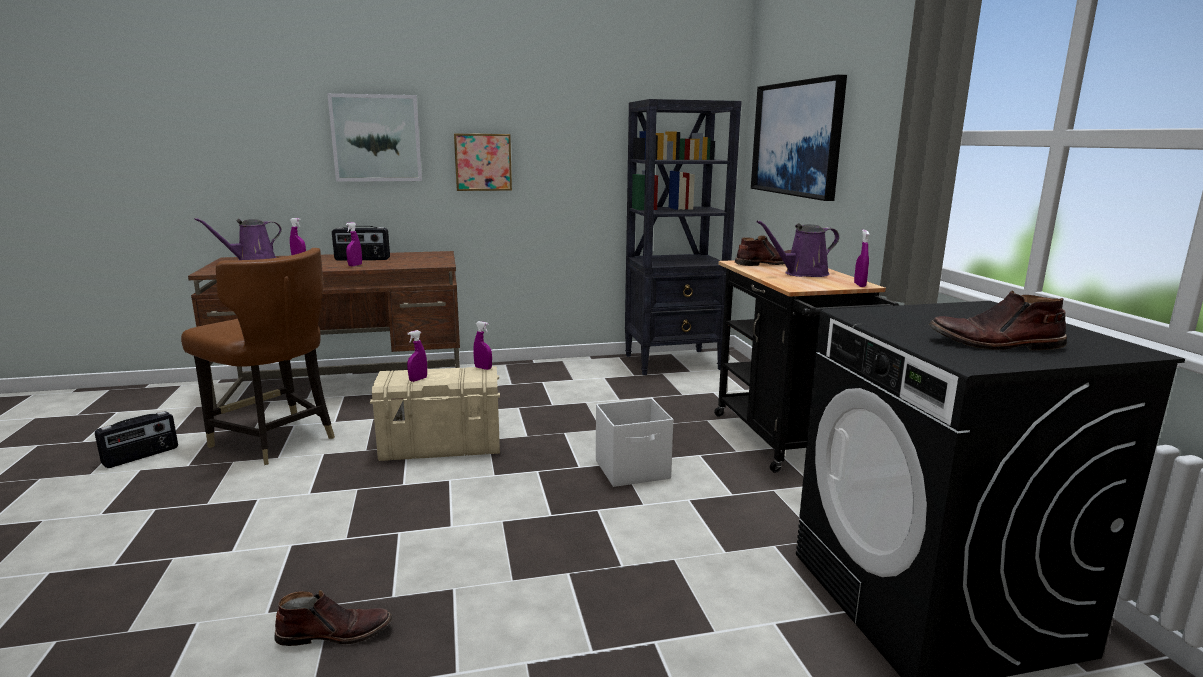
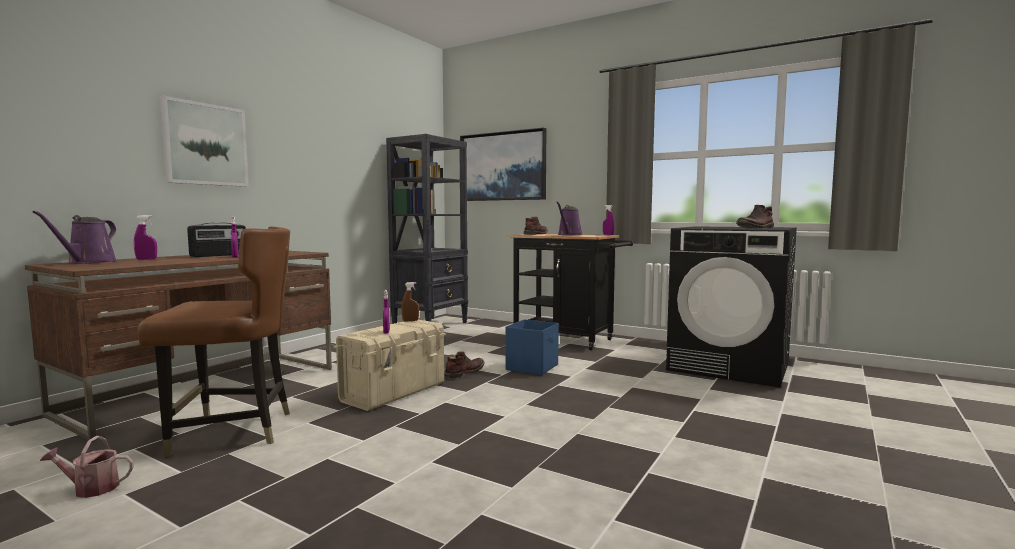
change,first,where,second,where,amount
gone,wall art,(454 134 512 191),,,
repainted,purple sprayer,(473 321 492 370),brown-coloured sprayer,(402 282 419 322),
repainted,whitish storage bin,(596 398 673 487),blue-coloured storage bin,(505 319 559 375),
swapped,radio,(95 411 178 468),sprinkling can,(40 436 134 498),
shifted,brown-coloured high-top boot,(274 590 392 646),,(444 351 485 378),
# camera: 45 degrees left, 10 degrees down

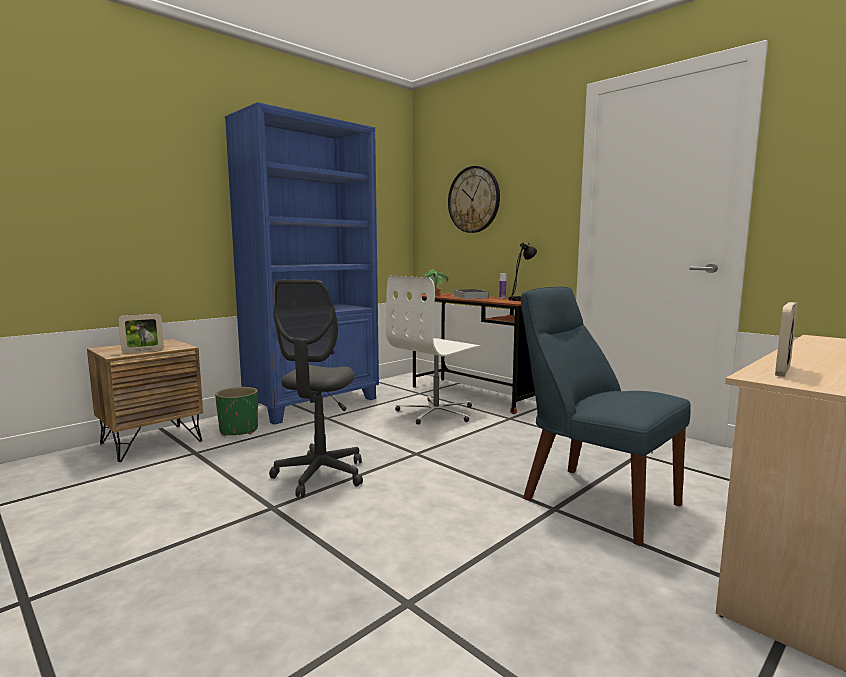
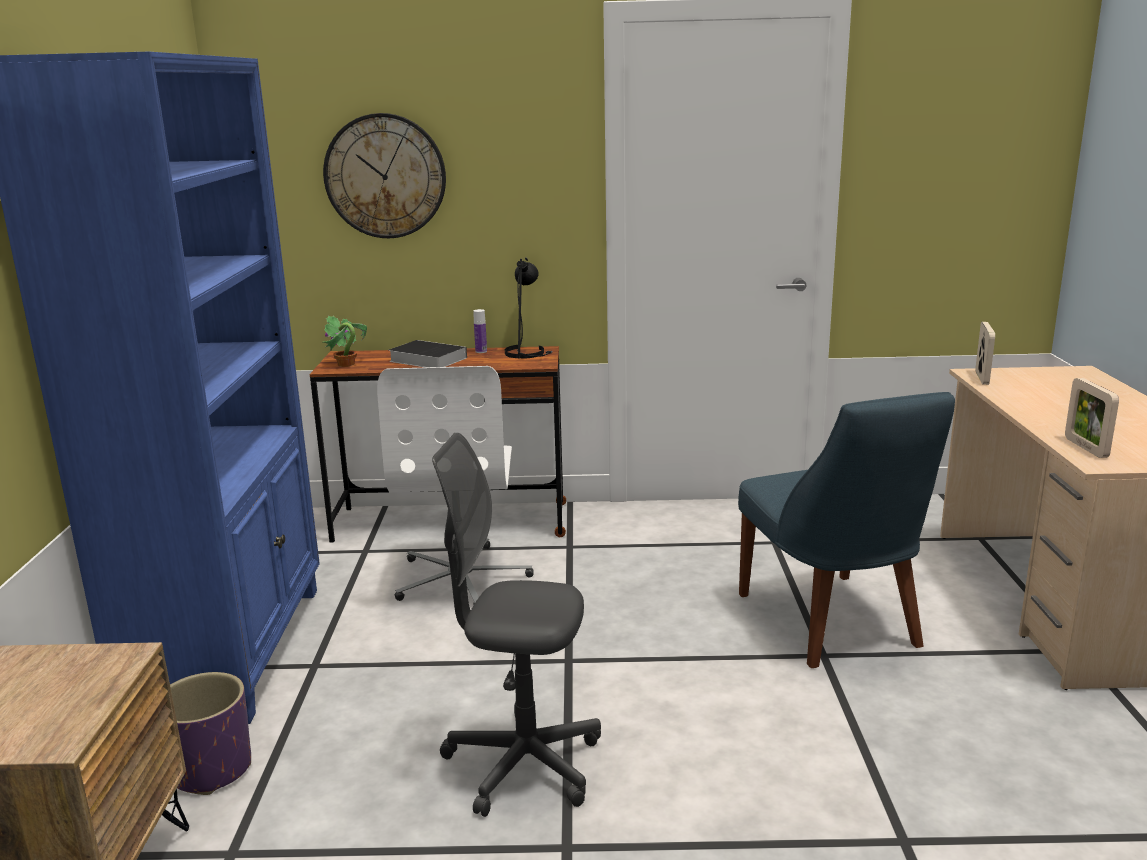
change,first,where,second,where,amount
rotated,greyish desk chair,(269 279 363 498),,(432 433 601 817),135 degrees clockwise
rotated,blue-coloured upright chair,(521 287 691 546),,(738 392 955 668),105 degrees counterclockwise
shifted,standing frame,(118 313 164 353),,(976 322 995 385),
repainted,green-coloured plant pot,(215 387 258 436),purple plant pot,(170 672 251 795),
# camera: 45 degrees left, 10 degrees up

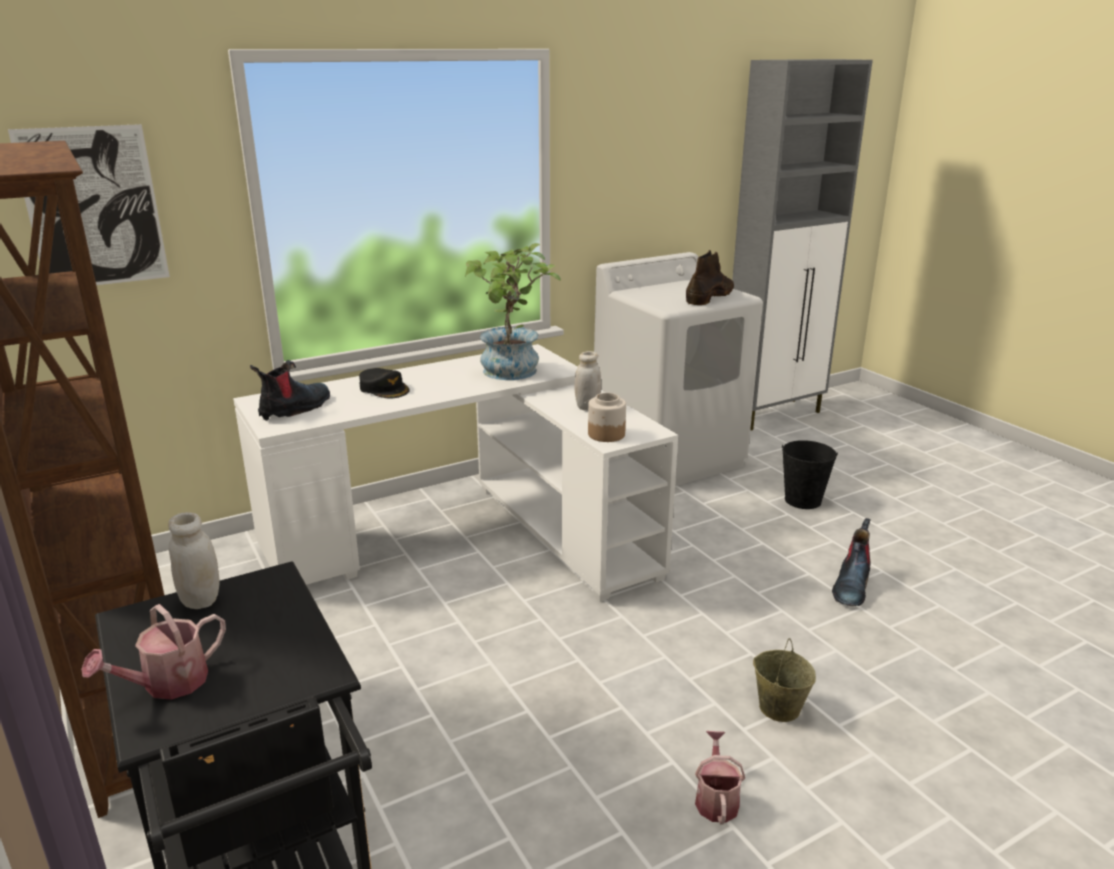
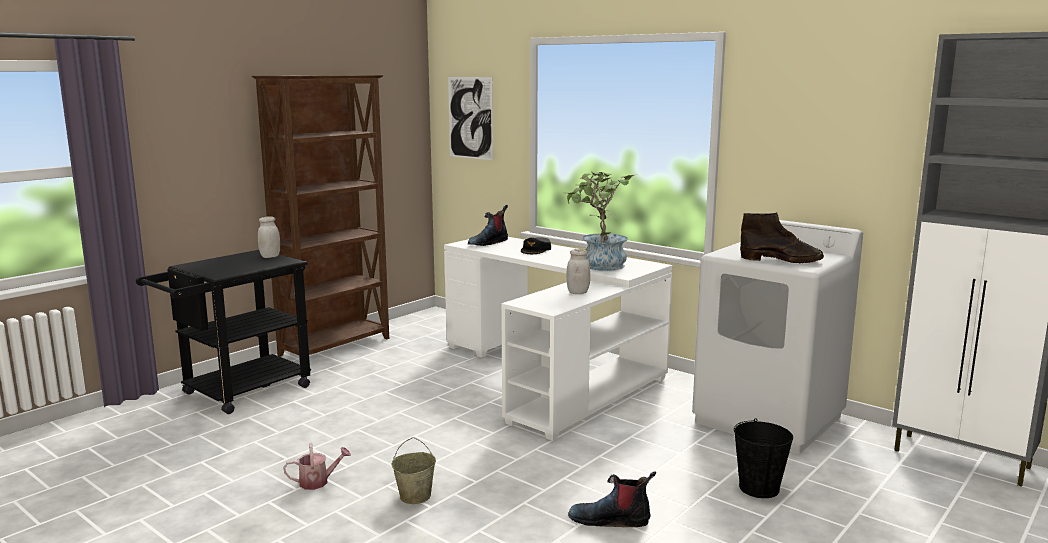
change,first,where,second,where,amount
rotated,high-top boot,(250 360 330 421),,(468 205 508 246),120 degrees clockwise
gone,storage jar,(588 393 626 442),,,
gone,sprinkling can,(81 604 226 700),,,
# camera: 70 degrees right, 10 degrees down

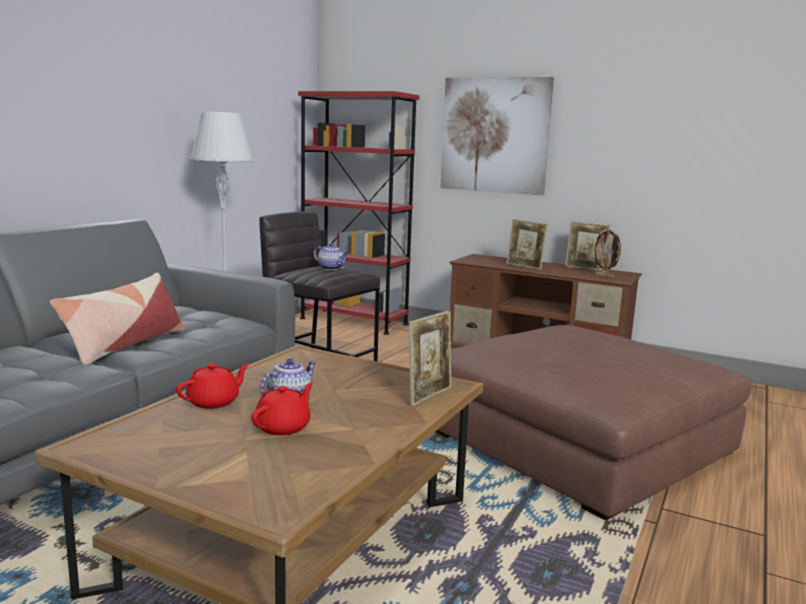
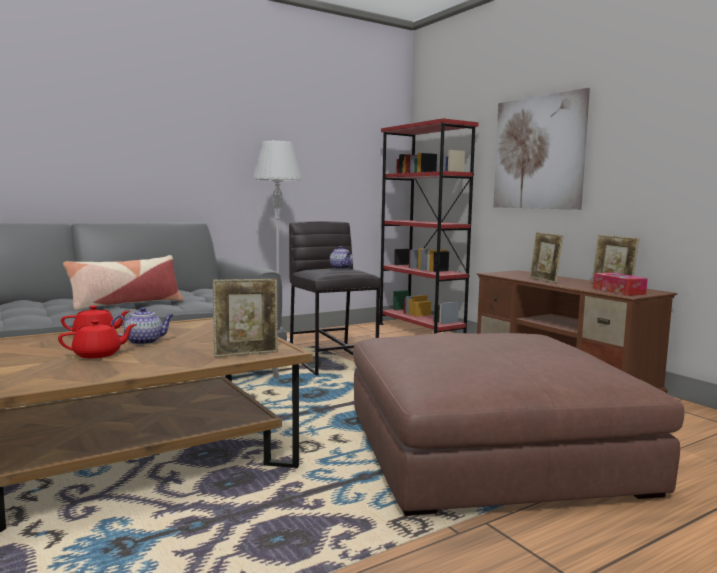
change,first,where,second,where,amount
swapped,standing frame,(592 228 622 278),box of tissues,(593 273 648 296),
# camera: 30 degrees right, 5 degrees down

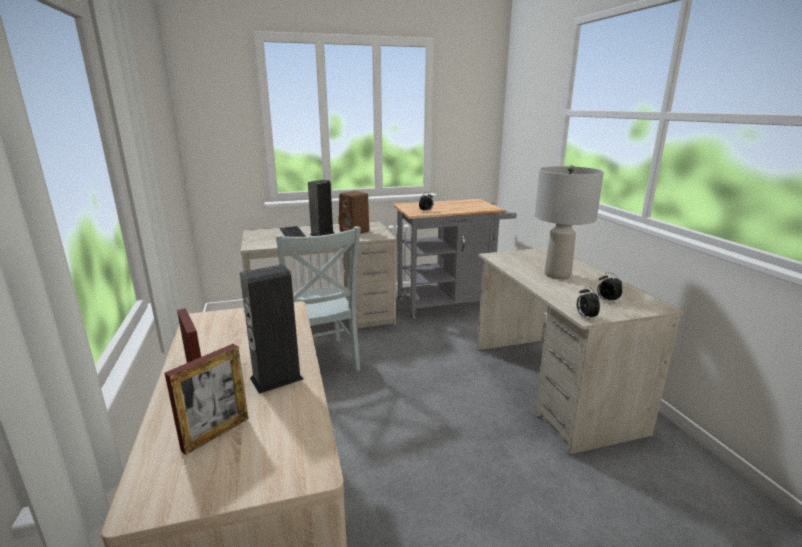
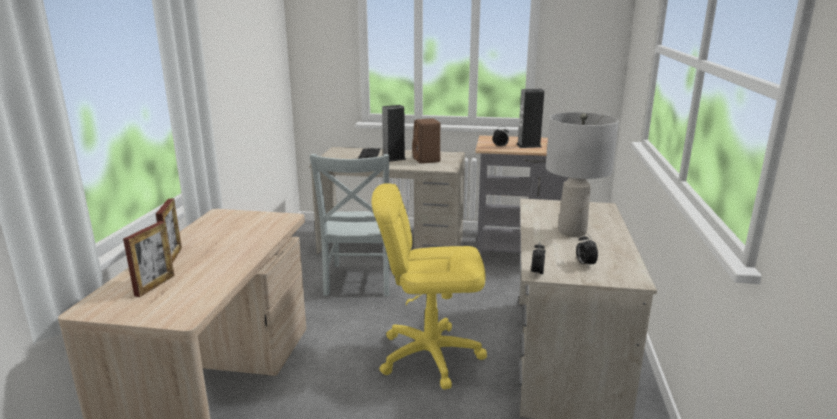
change,first,where,second,where,amount
shifted,loudspeaker,(240 265 304 394),,(516 89 544 148),
rotated,standing frame,(165 344 249 455),,(123 221 175 297),45 degrees counterclockwise
new,,,yellow desk chair,(372 183 487 390),
# camera: 25 degrees right, 0 degrees up

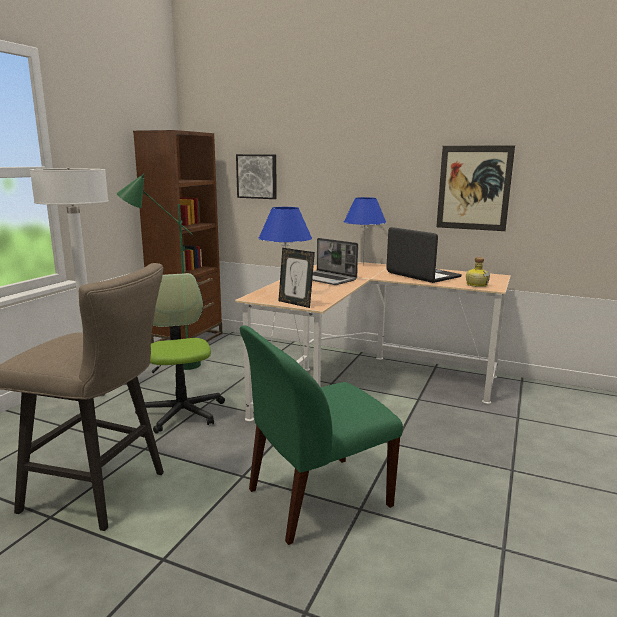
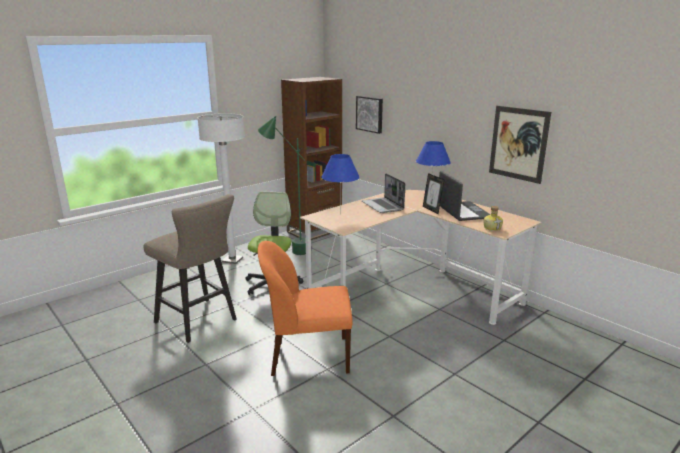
change,first,where,second,where,amount
shifted,standing frame,(278 248 315 308),,(423 173 445 214),
repainted,green-coloured upright chair,(240 325 403 545),orangey upright chair,(258 241 353 376),
# camera: 25 degrees right, 5 degrees up

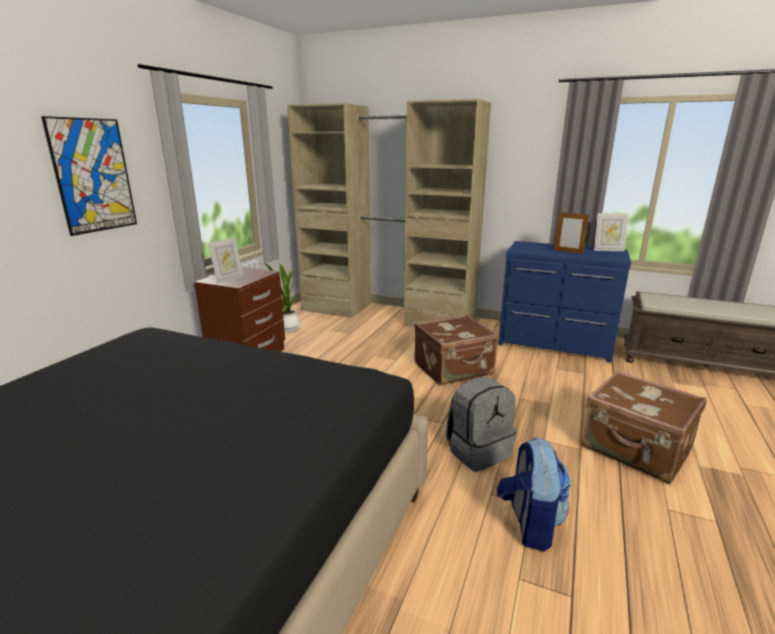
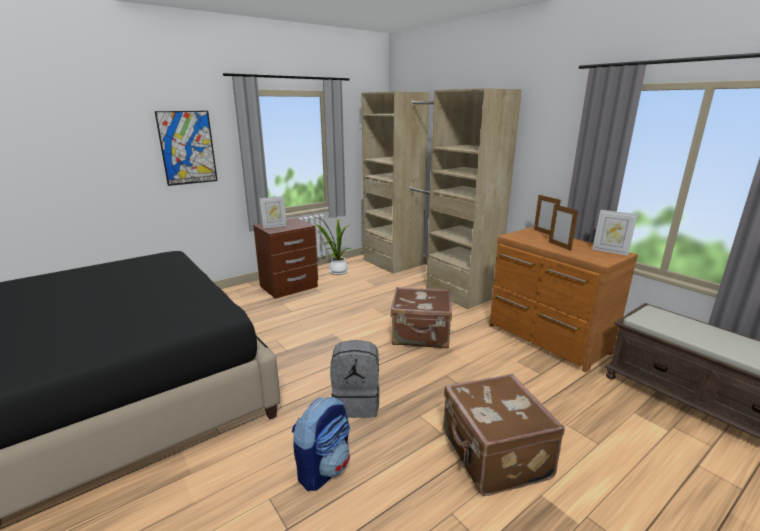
change,first,where,second,where,amount
repainted,blue-coloured dresser,(498 241 631 363),brown-coloured dresser,(489 228 638 373),
new,,,standing frame,(534 194 561 235),
# camera: 30 degrees right, 0 degrees up

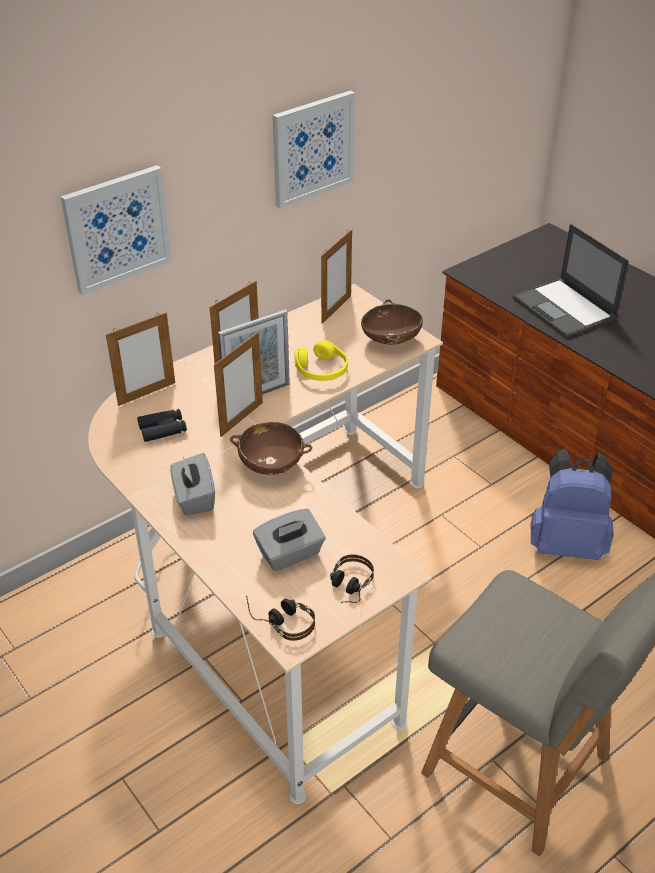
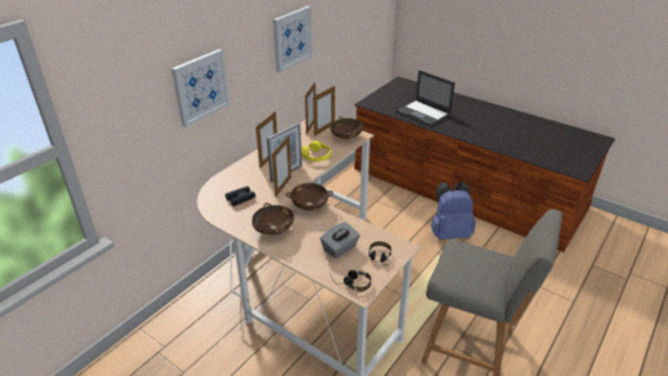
change,first,where,second,where,amount
shifted,standing frame,(106 312 175 406),,(313 86 335 136),
swapped,greyish box of tissues,(170 453 215 515),brown-coloured bowl,(252 203 294 235),
# camera: 15 degrees left, 5 degrees down

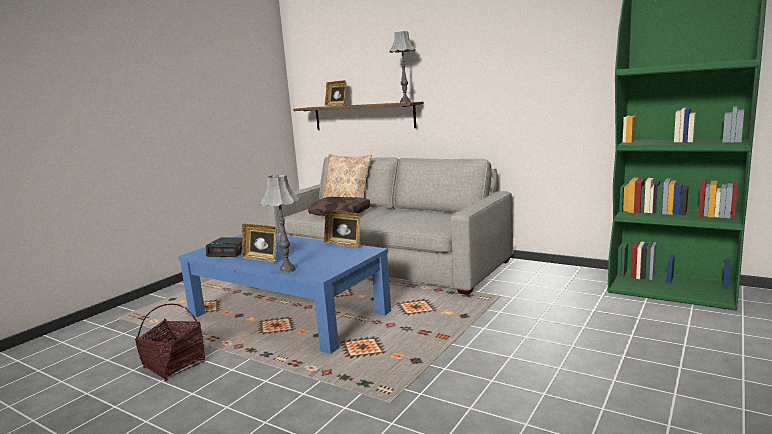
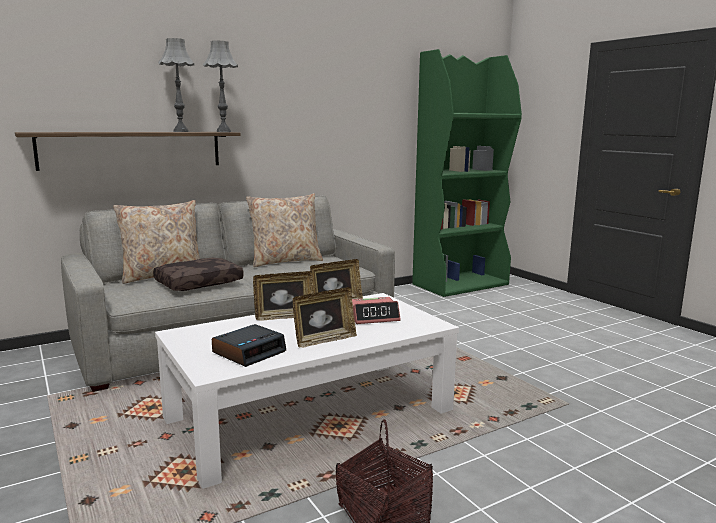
change,first,where,second,where,amount
shifted,standing frame,(325 80 346 106),,(253 271 314 321),
shifted,greyish tabletop lamp,(260 175 299 273),,(158 38 195 132),
repainted,blue-coloured low table,(178 234 391 354),whitish low table,(155 293 459 489),
new,,,sand-coloured throw pillow,(246 193 323 267),
new,,,alarm clock,(352 297 401 324),
# camera: 65 degrees left, 0 degrees up

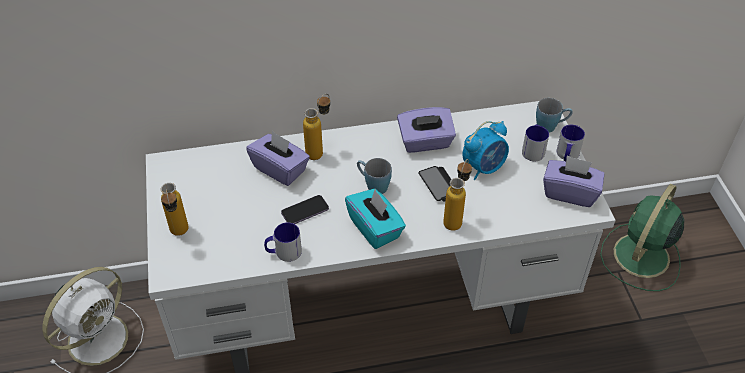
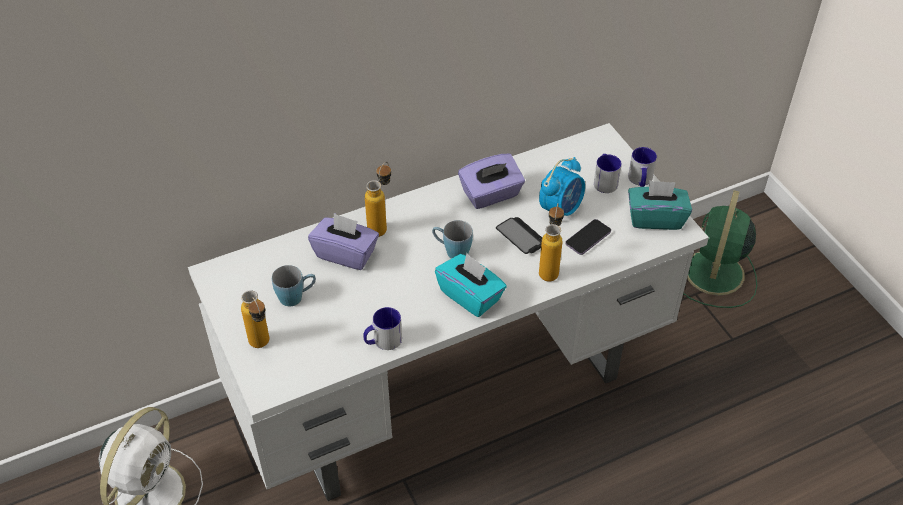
change,first,where,second,where,amount
shifted,blue-coloured mug,(536 98 573 133),,(272 265 316 307),
repainted,purple box of tissues,(543 156 604 207),turquoise box of tissues,(628 180 692 230),
shifted,telephone,(281 195 329 224),,(566 219 611 255),
# camera: 15 degrees left, 0 degrees up

